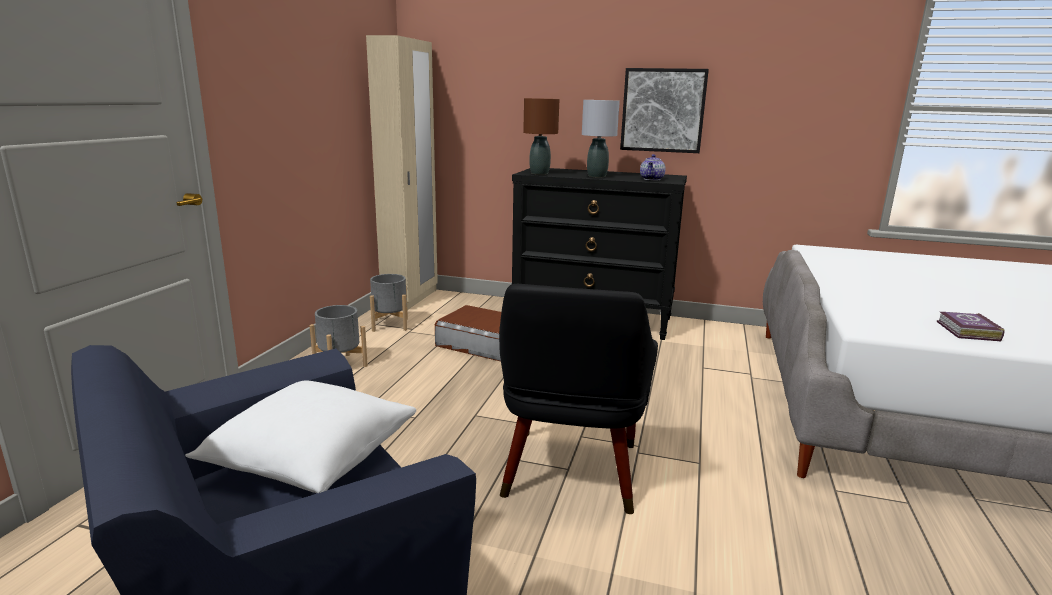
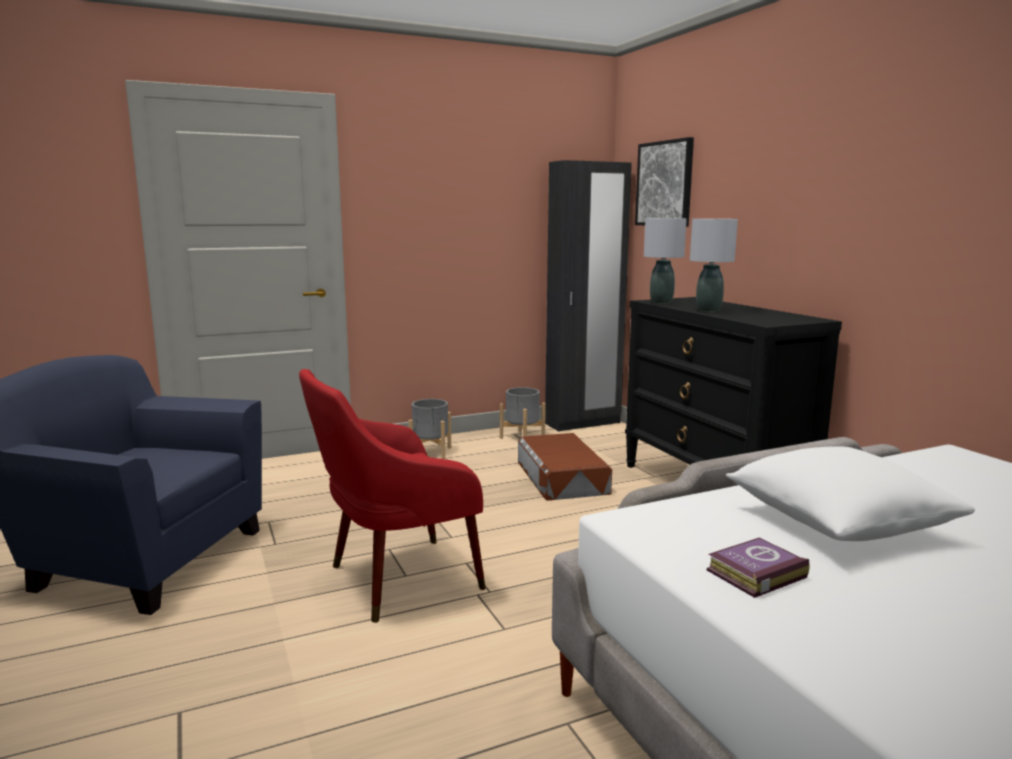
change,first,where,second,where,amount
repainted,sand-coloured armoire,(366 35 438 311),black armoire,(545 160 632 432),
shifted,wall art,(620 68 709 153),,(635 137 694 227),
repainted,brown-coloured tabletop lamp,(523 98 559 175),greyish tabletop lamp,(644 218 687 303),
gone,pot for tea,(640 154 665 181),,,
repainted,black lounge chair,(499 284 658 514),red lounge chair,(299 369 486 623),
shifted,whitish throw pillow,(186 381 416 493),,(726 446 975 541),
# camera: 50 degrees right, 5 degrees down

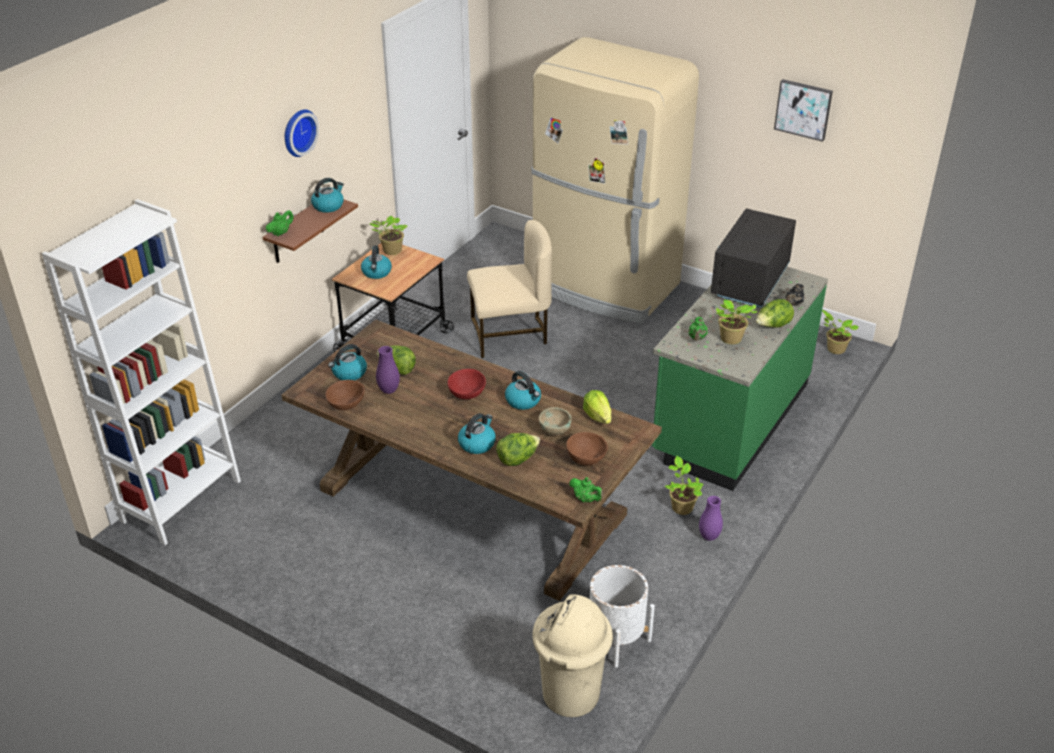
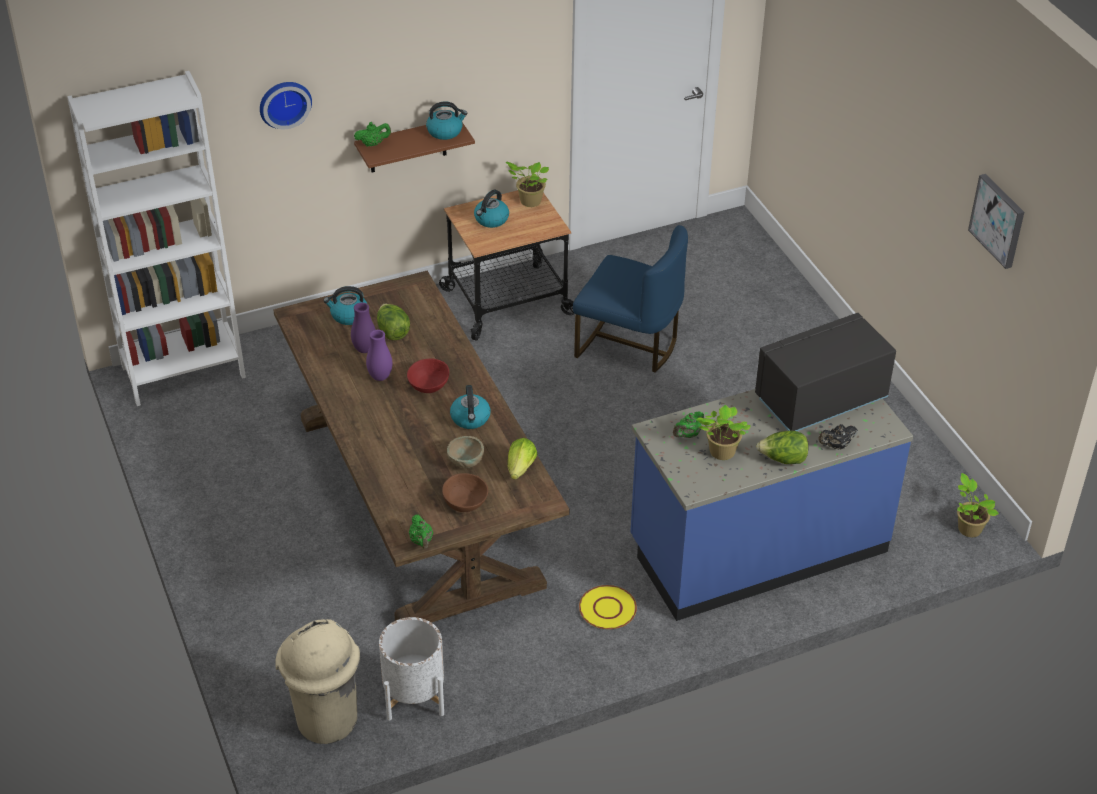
change,first,where,second,where,amount
gone,sand-coloured kitchen fridge,(532 37 699 324),,,
shifted,hanging clock,(285 110 319 157),,(260 82 312 129),
repainted,sand-coloured upright chair,(467 220 552 358),blue-coloured upright chair,(573 225 688 373),
repainted,green-coloured kitchen base unit,(652 267 828 491),blue-coloured kitchen base unit,(630 389 913 621),
gone,brown-coloured bowl,(325 380 365 410),,,
gone,water kettle,(458 413 496 454),,,
gone,lettuce,(496 433 540 466),,,
swapped,houseplant,(665 456 704 515),yellow plate,(579 585 637 629),
shifted,purple decorative vase,(699 496 723 541),,(366 330 392 381),
# camera: 35 degrees right, 5 degrees up

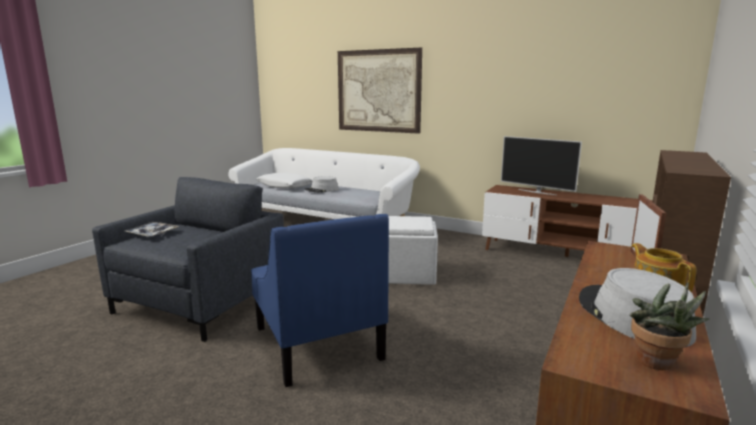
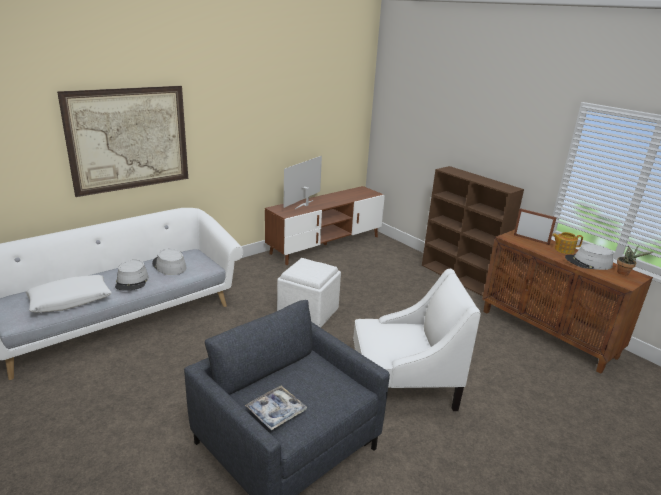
change,first,where,second,where,amount
rotated,TV,(501 136 582 195),,(283 156 322 209),150 degrees clockwise
repainted,blue-coloured lounge chair,(251 214 389 387),whitish lounge chair,(353 269 481 411),
new,,,greyish wearable hat,(152 249 187 275),
# camera: 70 degrees left, 10 degrees up

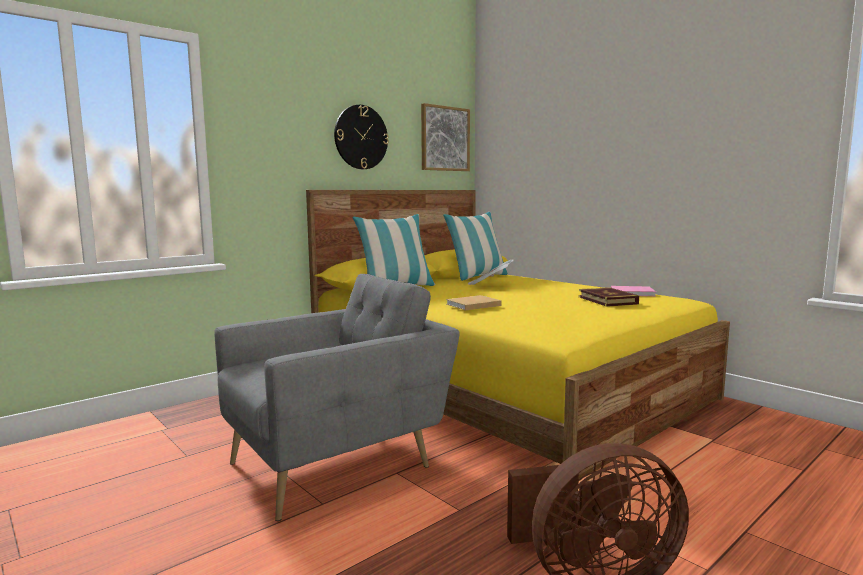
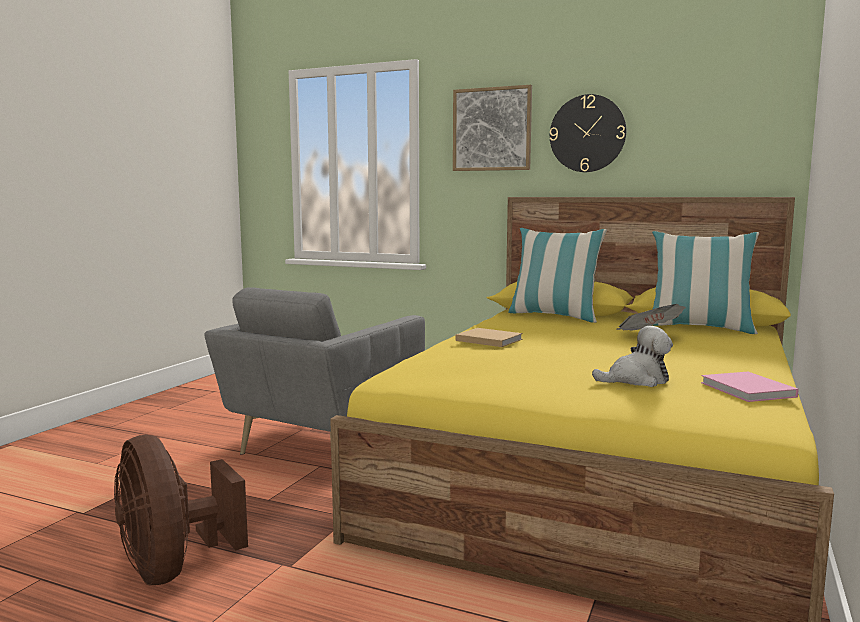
change,first,where,second,where,amount
shifted,wall art,(421 103 470 171),,(453 85 532 171),
rotated,greyish lounge chair,(214 274 460 521),,(204 287 425 455),90 degrees clockwise
swapped,book,(579 287 639 307),soft toy,(592 326 673 387),
# camera: 65 degrees right, 0 degrees up

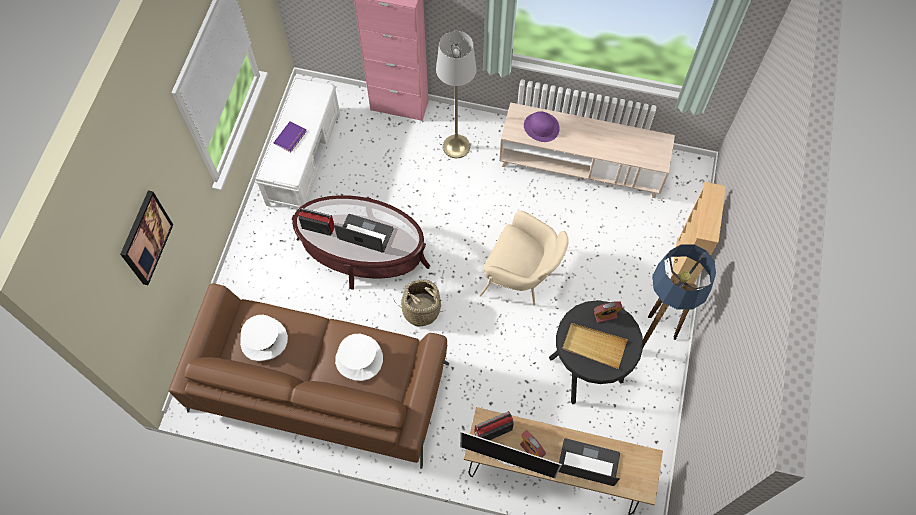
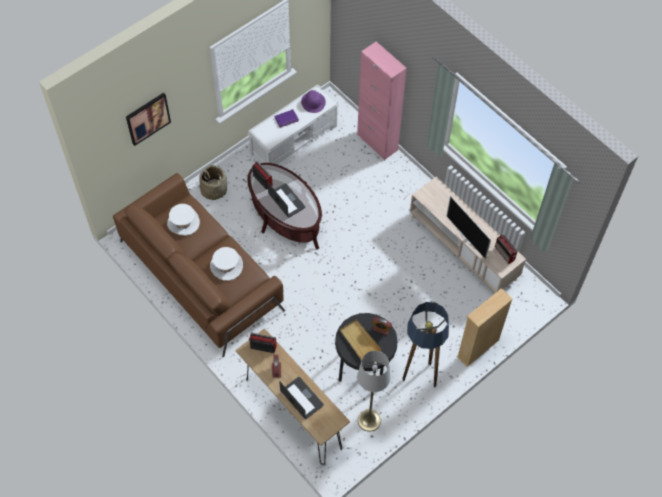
change,first,where,second,where,amount
shifted,greyish floor lamp,(436 31 477 158),,(357 351 391 432),
shifted,purple wearable hat,(524 111 560 142),,(301 90 326 113),
gone,sand-coloured lounge chair,(479 211 569 306),,,
shifted,household basket,(393 279 444 326),,(199 165 227 200),
shifted,TV,(460 431 562 479),,(447 196 491 260),
new,,,radio,(495 235 518 264),
# camera: 35 degrees right, 5 degrees down

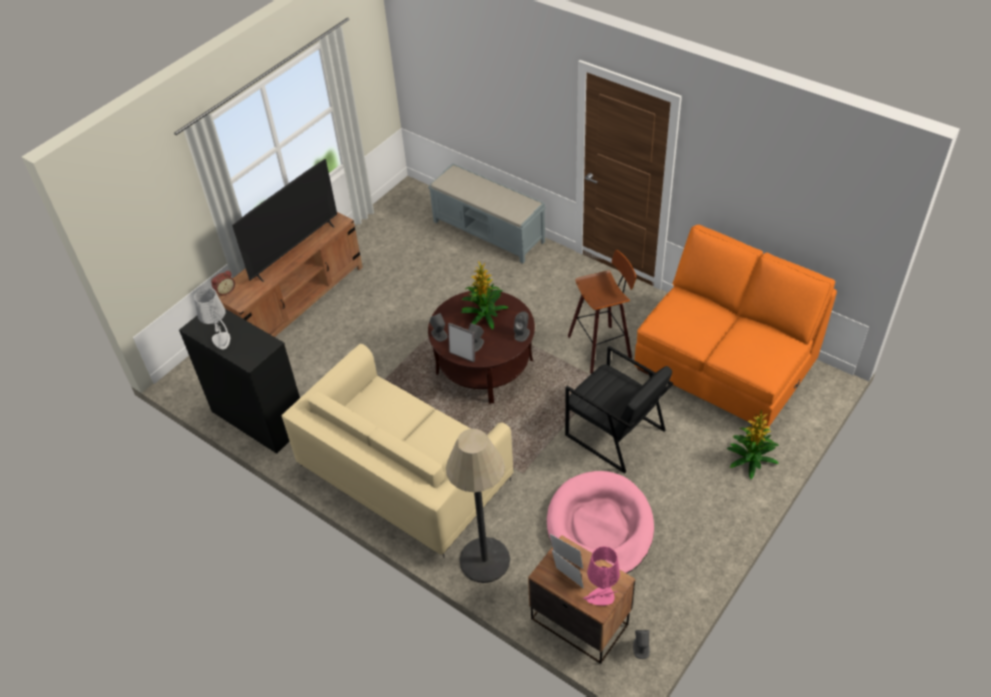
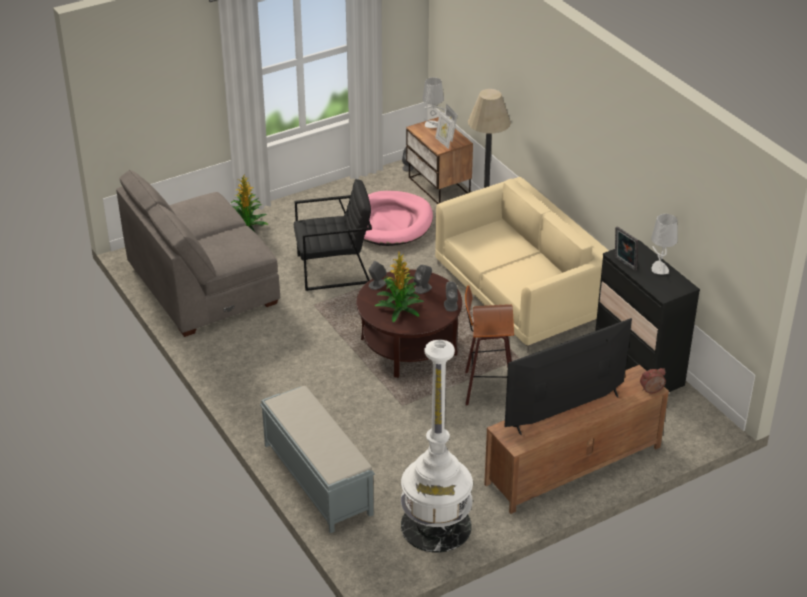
change,first,where,second,where,amount
repainted,orangey couch,(634 225 837 427),greyish couch,(116 169 280 337),
shifted,stool seat,(568 250 636 374),,(465 286 514 406),
shifted,standing frame,(448 322 475 362),,(615 227 638 271),
rotated,black lounge chair,(565 346 673 473),,(294 179 372 291),105 degrees clockwise
repainted,pink tabletop lamp,(583 547 620 606),greyish tabletop lamp,(422 77 445 128),
new,,,whitish floor lamp,(401 340 473 552),
# camera: 160 degrees left, 10 degrees down

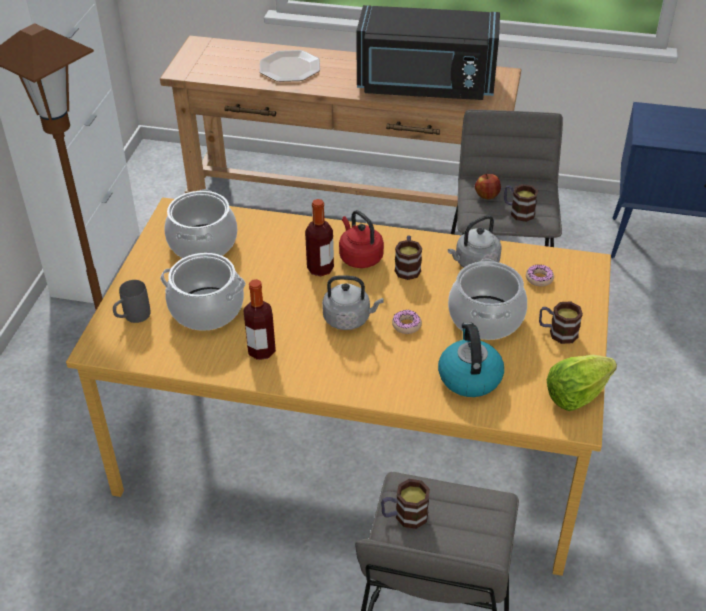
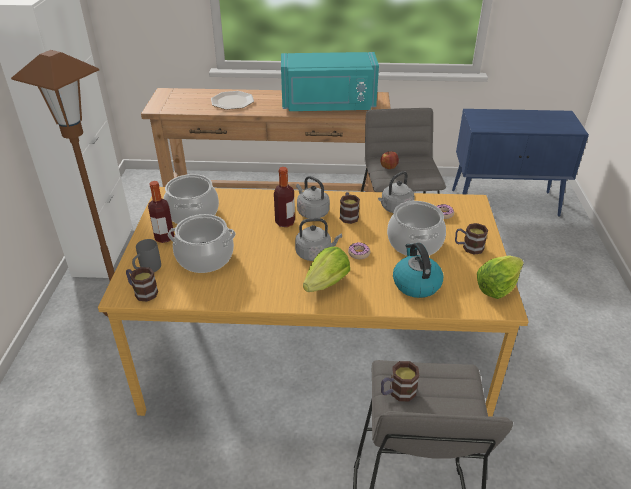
change,first,where,second,where,amount
repainted,black microwave,(356 5 500 100),turquoise microwave,(281 52 379 111),
shifted,mug,(504 184 538 222),,(126 267 158 302),
repainted,red water kettle,(339 210 384 268),greyish water kettle,(296 176 330 219),
shifted,drink bottle,(243 279 276 360),,(148 181 174 243),
new,,,lettuce,(303 247 350 292),
# camera: 10 degrees left, 5 degrees down

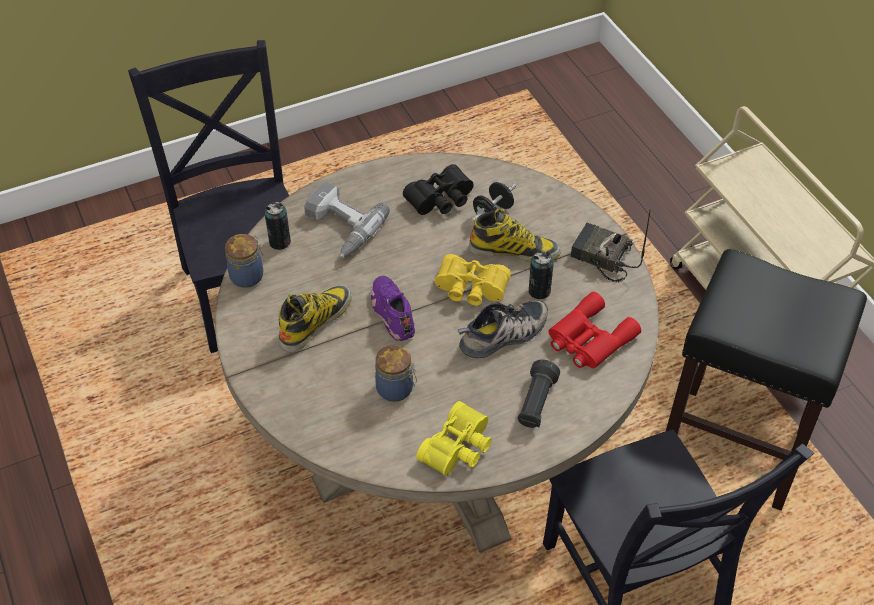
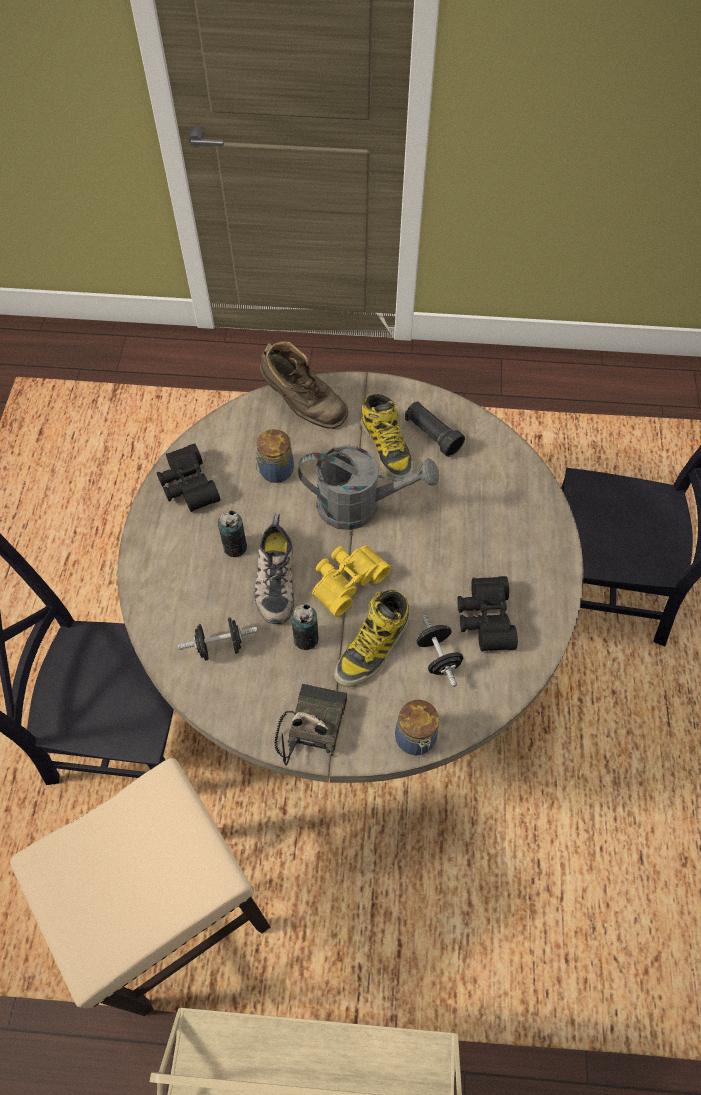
change,first,where,second,where,amount
gone,power drill,(304 182 390 258),,,
shifted,can,(265 202 291 250),,(218 511 247 557),
rotated,radio,(571 211 650 282),,(274 684 347 765),45 degrees counterclockwise
shifted,storage jar,(225 234 263 288),,(395 700 439 756),
repainted,black stool seat,(666 249 867 511),sand-coloured stool seat,(10 758 270 1016),
swapped,purple low shoe,(371 276 415 341),greyish sprinkling can,(298 445 439 530),
swapped,red binoculars,(549 292 641 369),black free weight,(178 617 258 661),
shifted,black flashlight,(518 359 560 428),,(405 401 465 457),
repainted,yellow binoculars,(416 401 492 476),black binoculars,(157 443 220 512),
new,,,brown-coloured high-top boot,(260 341 349 429),
# camera: 120 degrees right, 10 degrees up

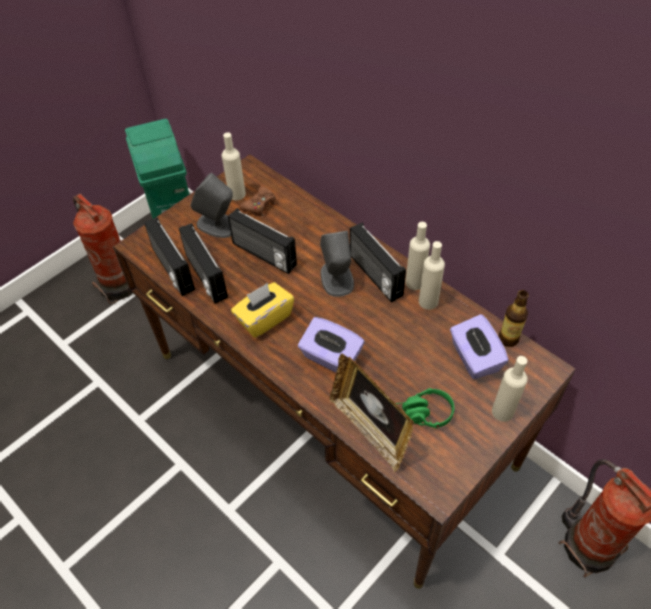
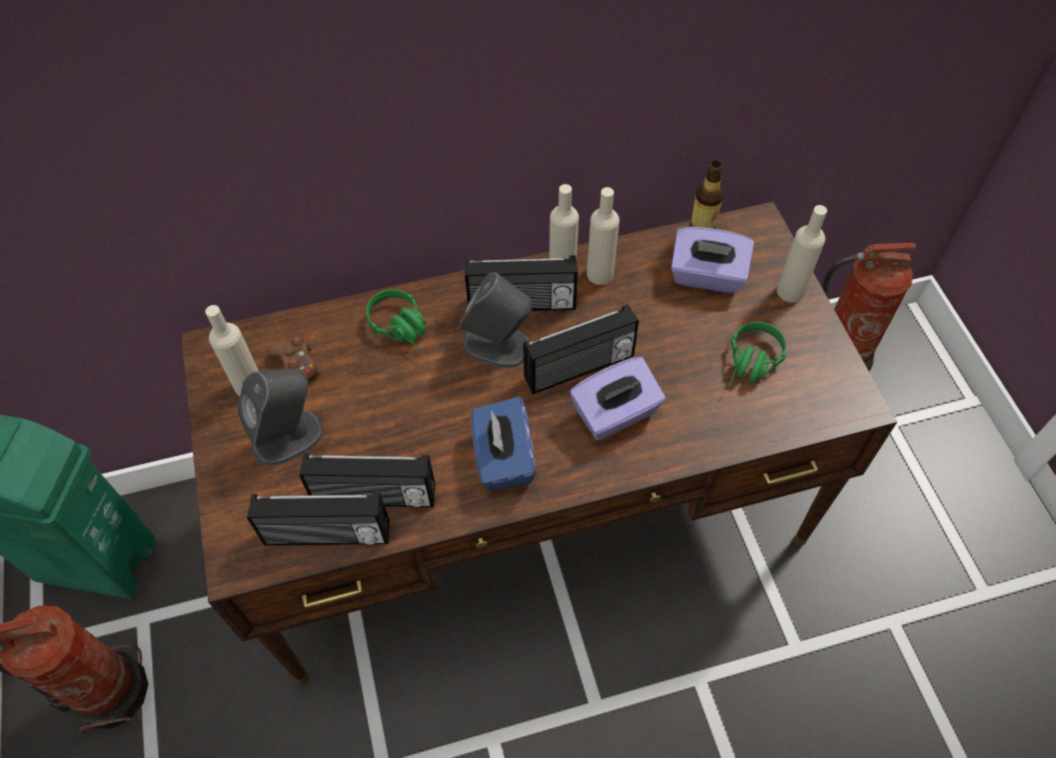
change,first,where,second,where,amount
shifted,radio,(228 208 297 274),,(523 304 639 394),
repainted,yellow box of tissues,(231 282 294 338),blue-coloured box of tissues,(471 397 536 490),
gone,standing frame,(330 353 414 472),,,
new,,,green-coloured headphones,(366 289 426 351),
# camera: 60 degrees left, 5 degrees up

